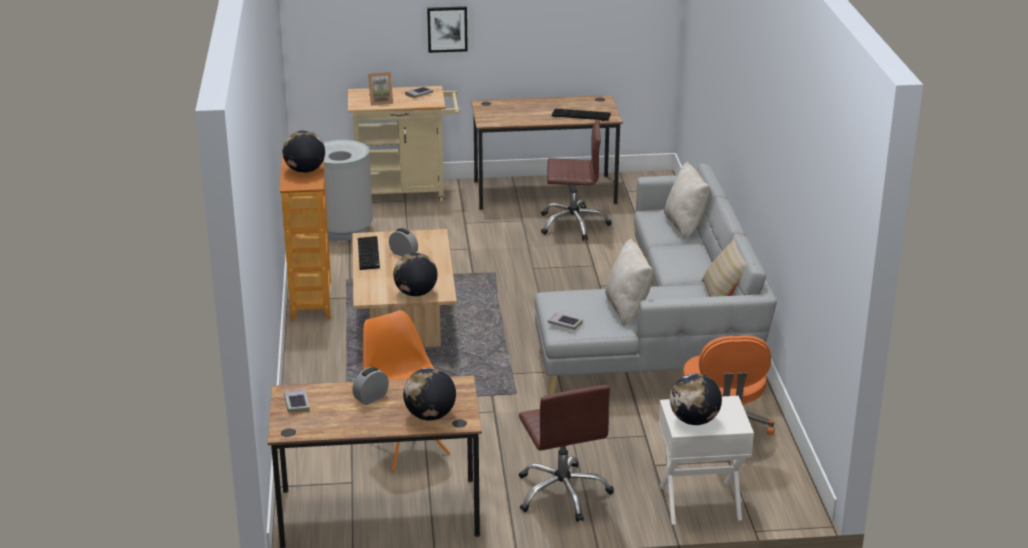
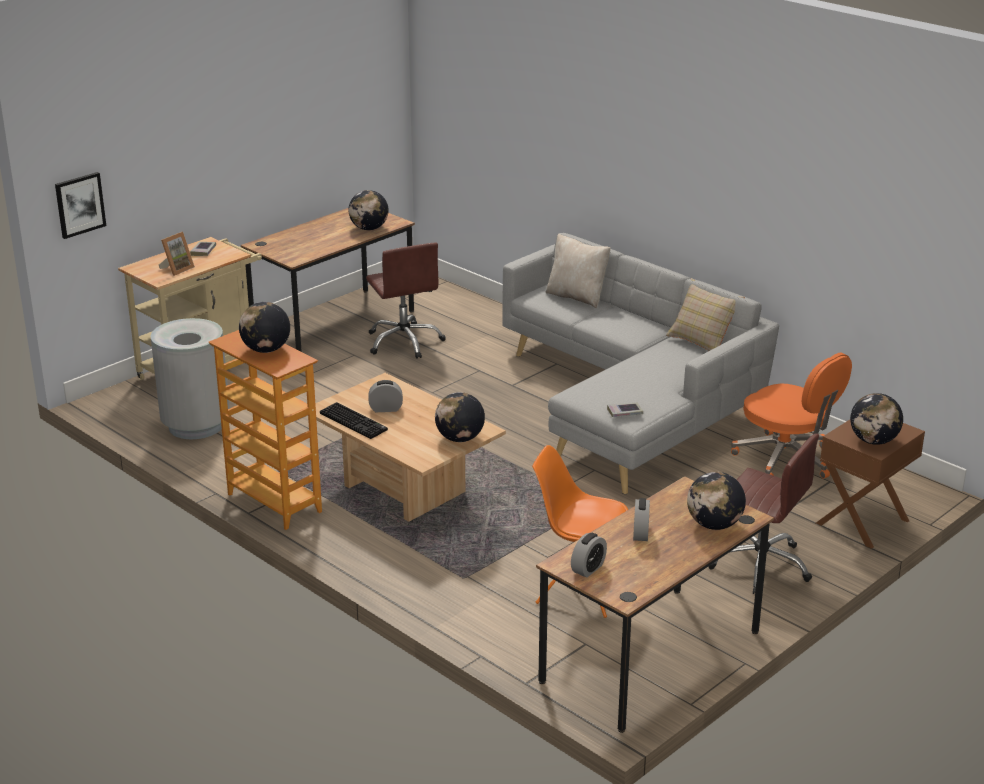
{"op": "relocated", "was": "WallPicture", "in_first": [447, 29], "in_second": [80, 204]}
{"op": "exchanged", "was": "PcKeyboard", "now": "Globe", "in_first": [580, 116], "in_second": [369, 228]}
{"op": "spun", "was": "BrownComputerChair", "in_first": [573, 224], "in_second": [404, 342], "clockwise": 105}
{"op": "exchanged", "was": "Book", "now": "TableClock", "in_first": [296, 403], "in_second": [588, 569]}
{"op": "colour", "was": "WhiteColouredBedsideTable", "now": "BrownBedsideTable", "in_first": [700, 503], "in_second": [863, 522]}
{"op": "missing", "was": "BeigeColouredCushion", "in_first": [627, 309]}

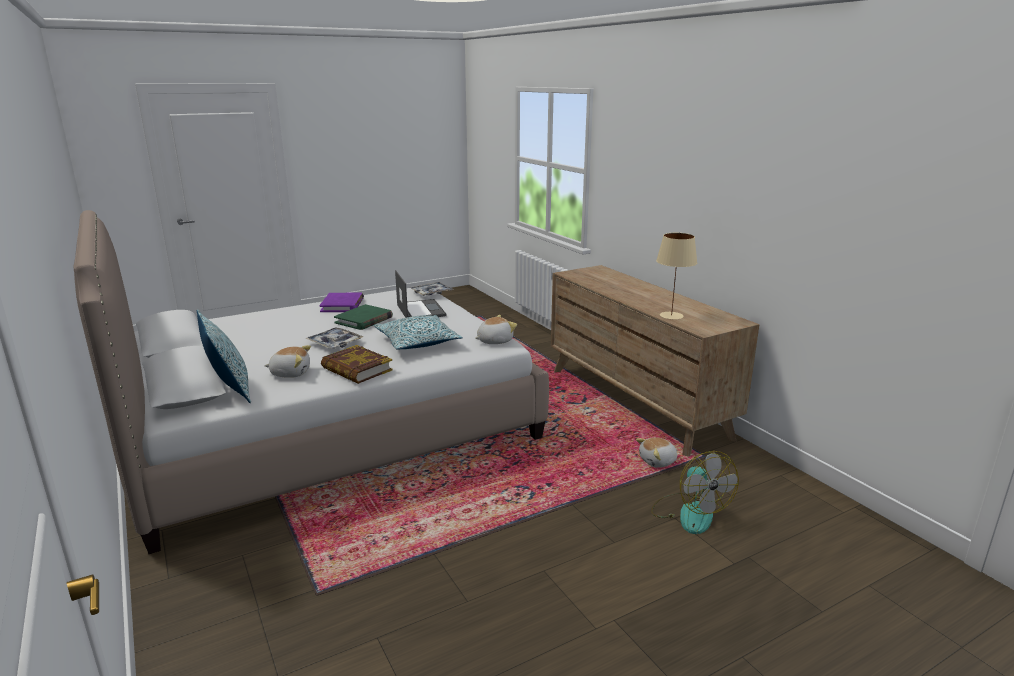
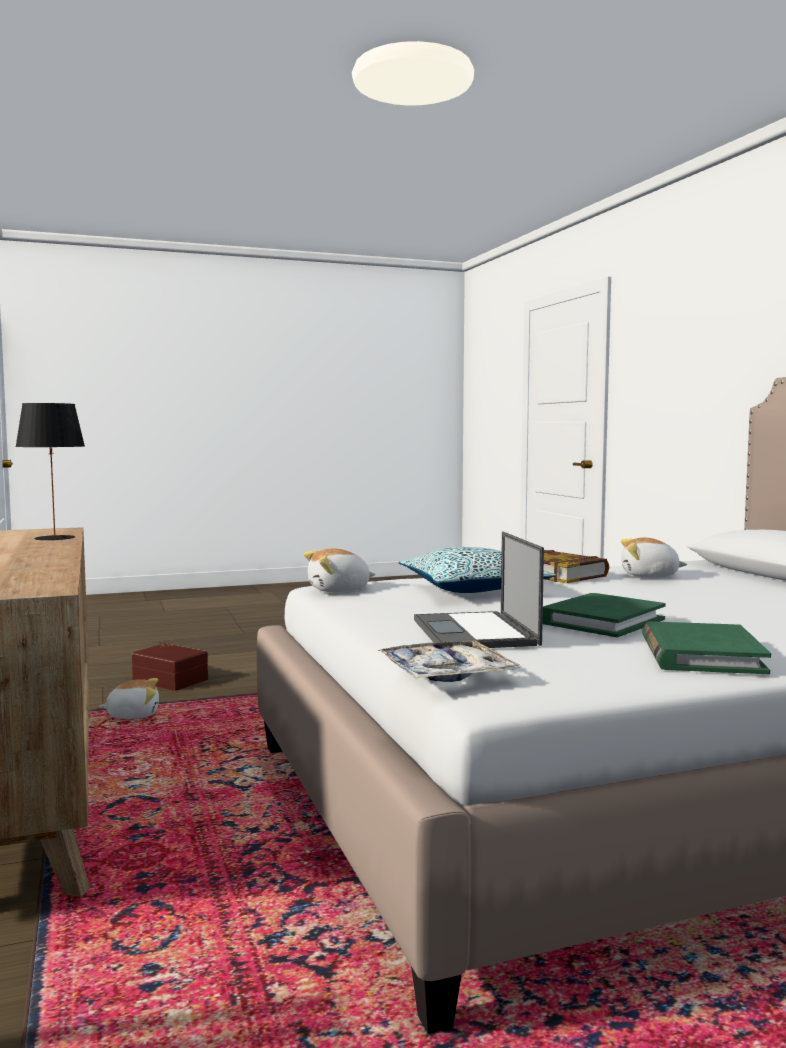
{"op": "colour", "was": "BeigeColouredTabletopLamp", "now": "BlackTabletopLamp", "in_first": [671, 315], "in_second": [55, 538]}
{"op": "exchanged", "was": "Fan", "now": "BrownStorageContainer", "in_first": [689, 513], "in_second": [171, 679]}
{"op": "colour", "was": "PurpleColouredBook", "now": "GreenColouredBook", "in_first": [342, 305], "in_second": [700, 655]}
{"op": "missing", "was": "Cushion", "in_first": [230, 389]}
{"op": "missing", "was": "Tray", "in_first": [334, 343]}

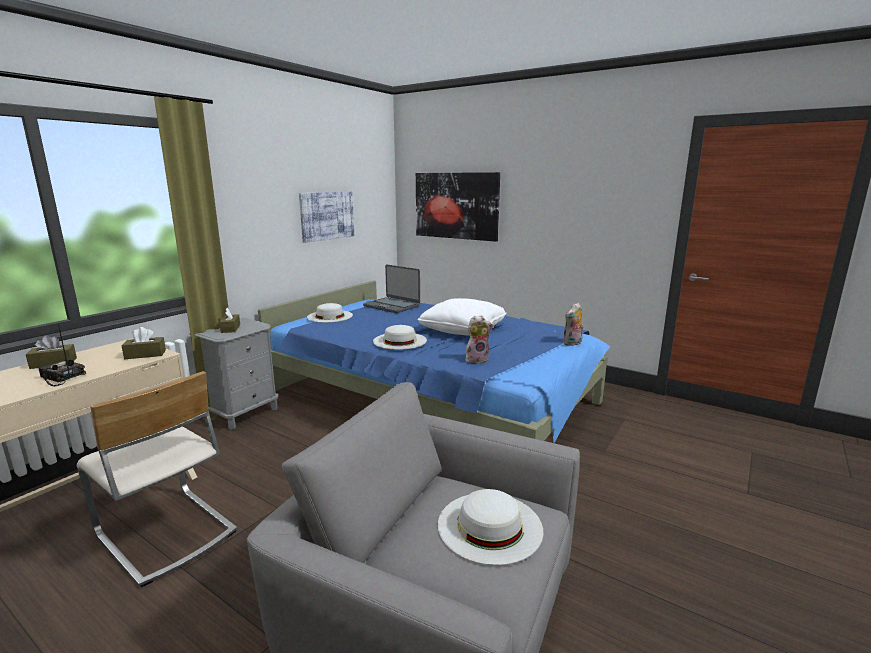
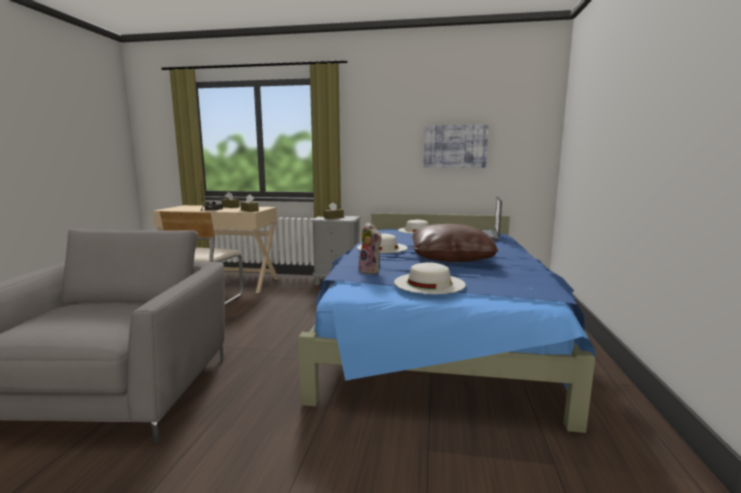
{"op": "relocated", "was": "WhiteColouredWearableHat", "in_first": [489, 526], "in_second": [429, 283]}
{"op": "colour", "was": "WhiteColouredCushion", "now": "BrownCushion", "in_first": [463, 330], "in_second": [450, 258]}
{"op": "missing", "was": "WallPicture", "in_first": [456, 205]}
{"op": "missing", "was": "CuddlyToy", "in_first": [572, 343]}

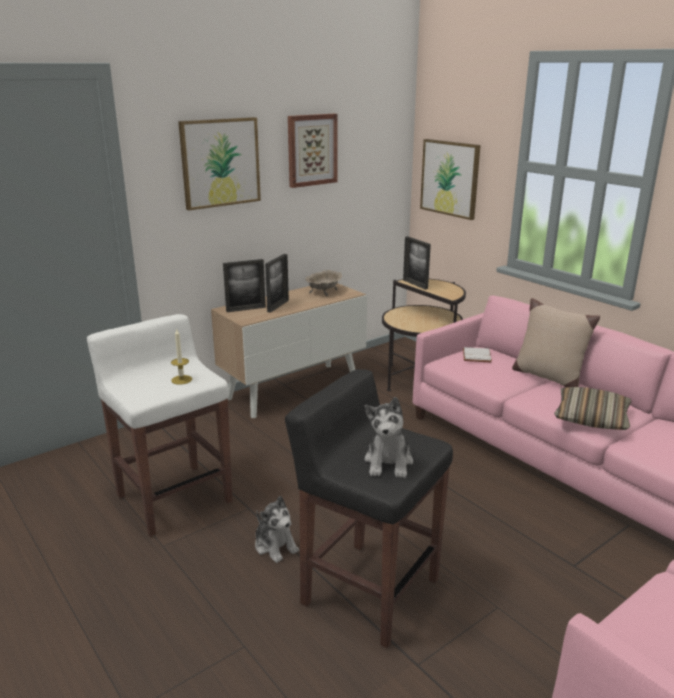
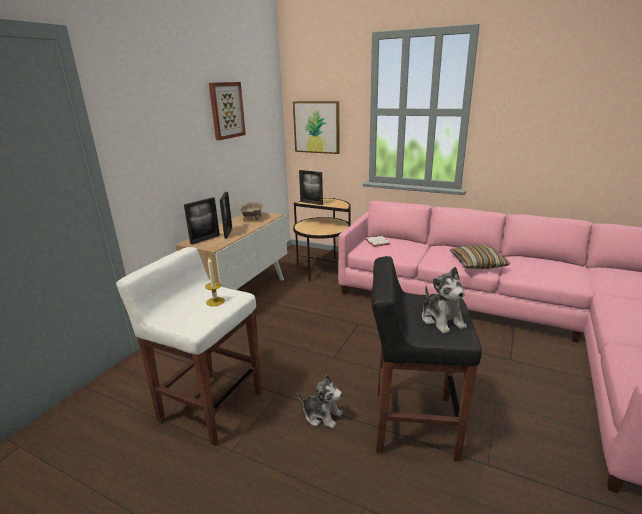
{"op": "missing", "was": "WallPicture", "in_first": [220, 162]}
{"op": "missing", "was": "BeigeColouredCushion", "in_first": [548, 377]}

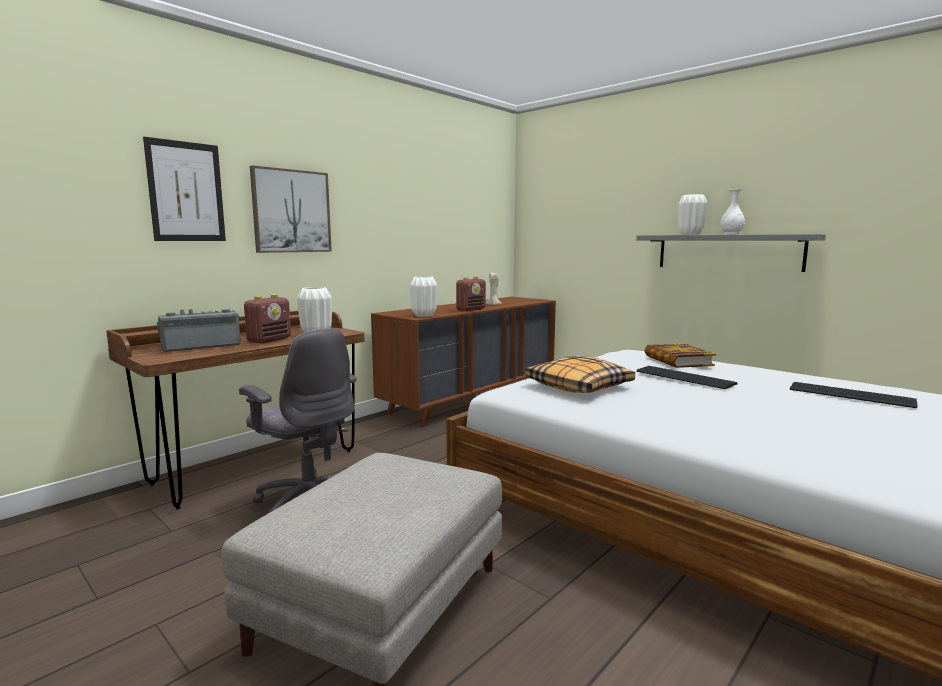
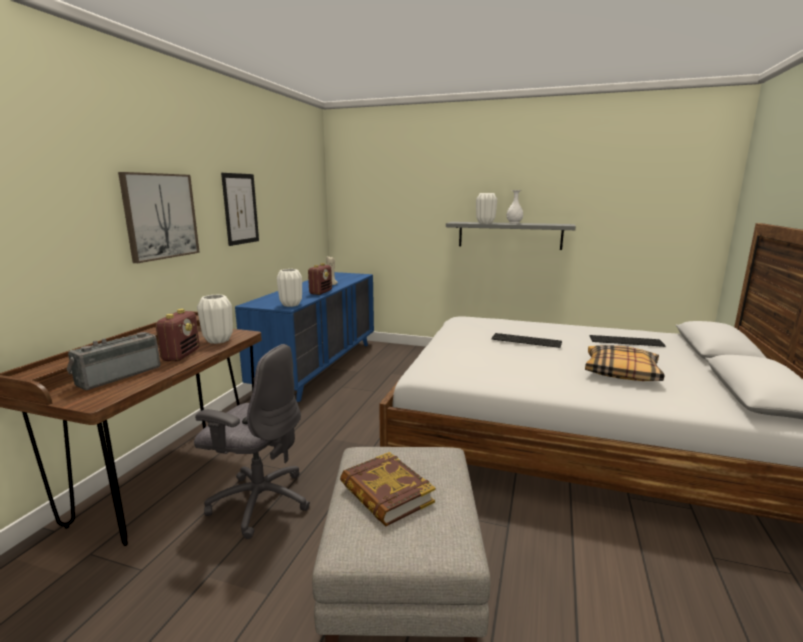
{"op": "relocated", "was": "WallPicture", "in_first": [186, 192], "in_second": [240, 209]}
{"op": "colour", "was": "BrownDrawerChest", "now": "BluishDrawerChest", "in_first": [472, 398], "in_second": [319, 366]}
{"op": "relocated", "was": "Book", "in_first": [677, 361], "in_second": [386, 494]}
{"op": "relocated", "was": "Cushion", "in_first": [578, 387], "in_second": [621, 372]}

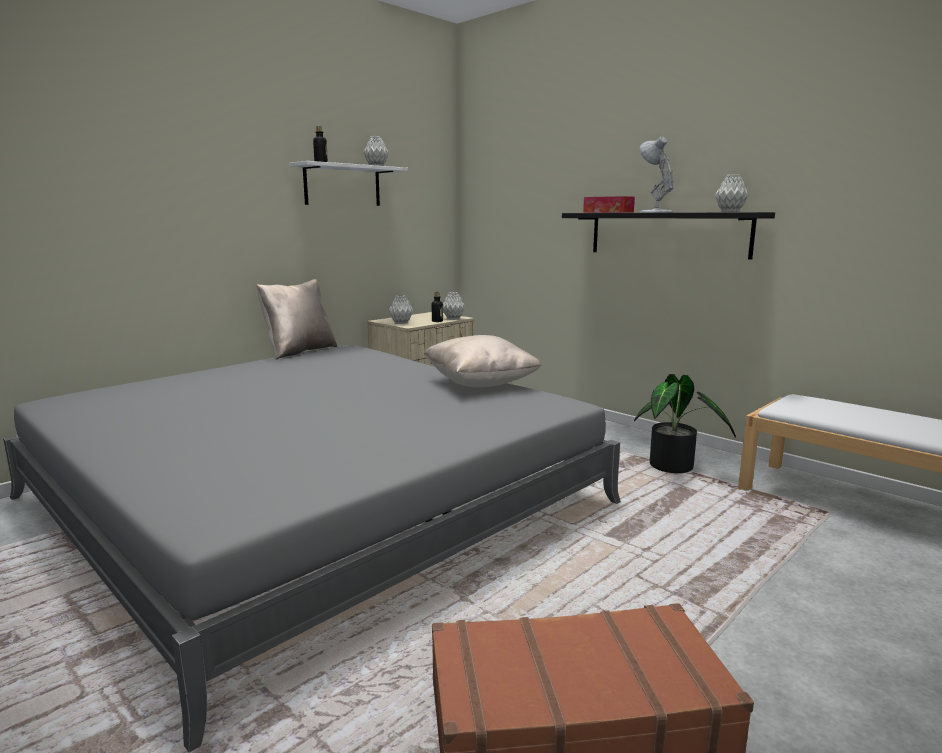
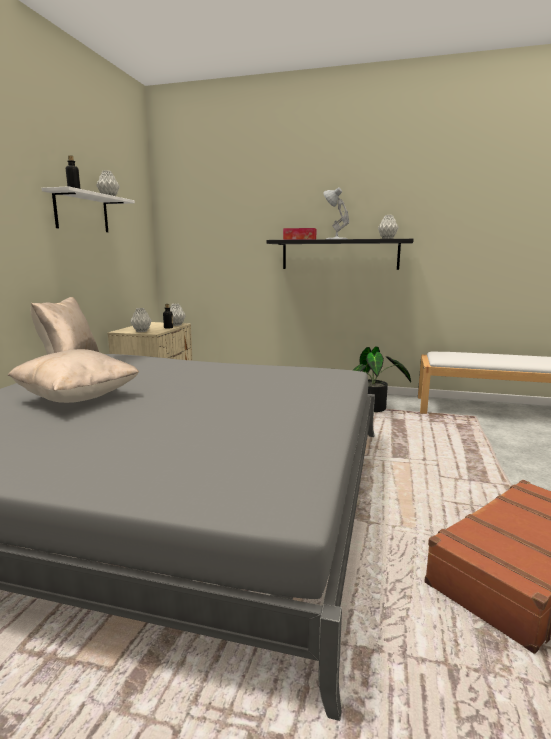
{"op": "relocated", "was": "BeigeColouredCushion", "in_first": [480, 384], "in_second": [77, 398]}

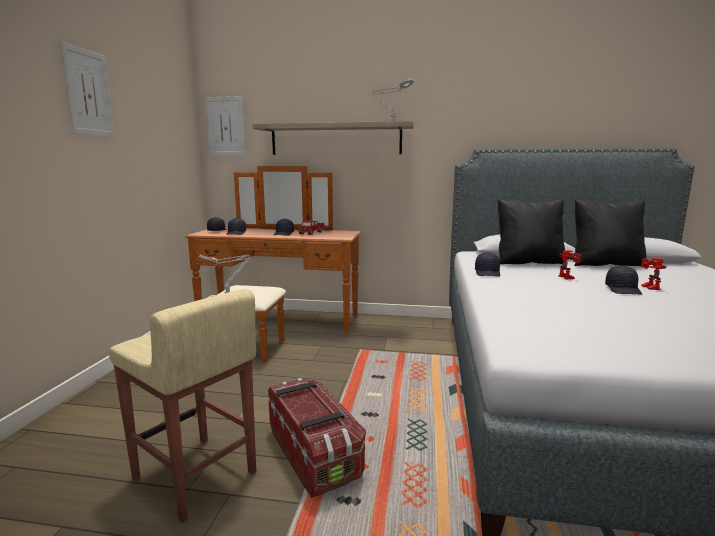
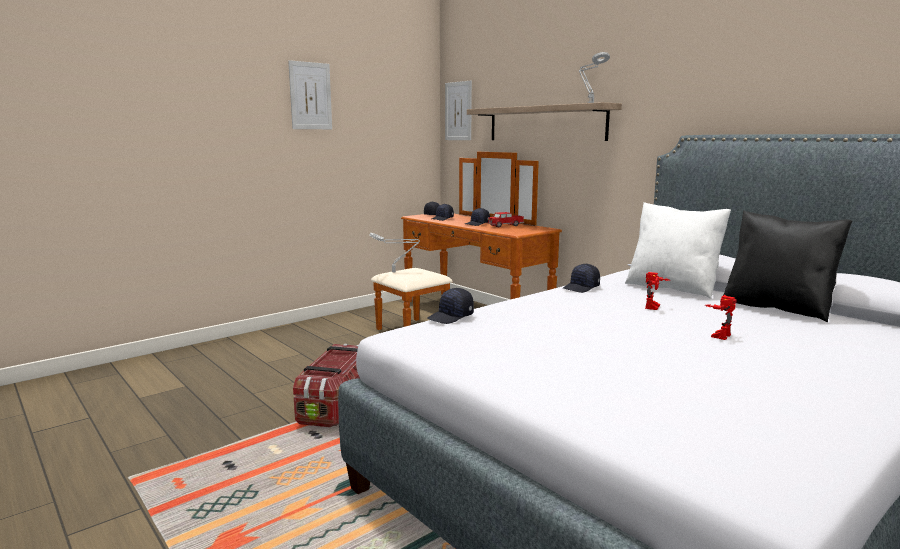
{"op": "relocated", "was": "BlackBaseballCap", "in_first": [623, 290], "in_second": [451, 317]}
{"op": "colour", "was": "BlackCushion", "now": "WhiteColouredCushion", "in_first": [528, 262], "in_second": [672, 288]}
{"op": "missing", "was": "BeigeColouredStool", "in_first": [195, 476]}

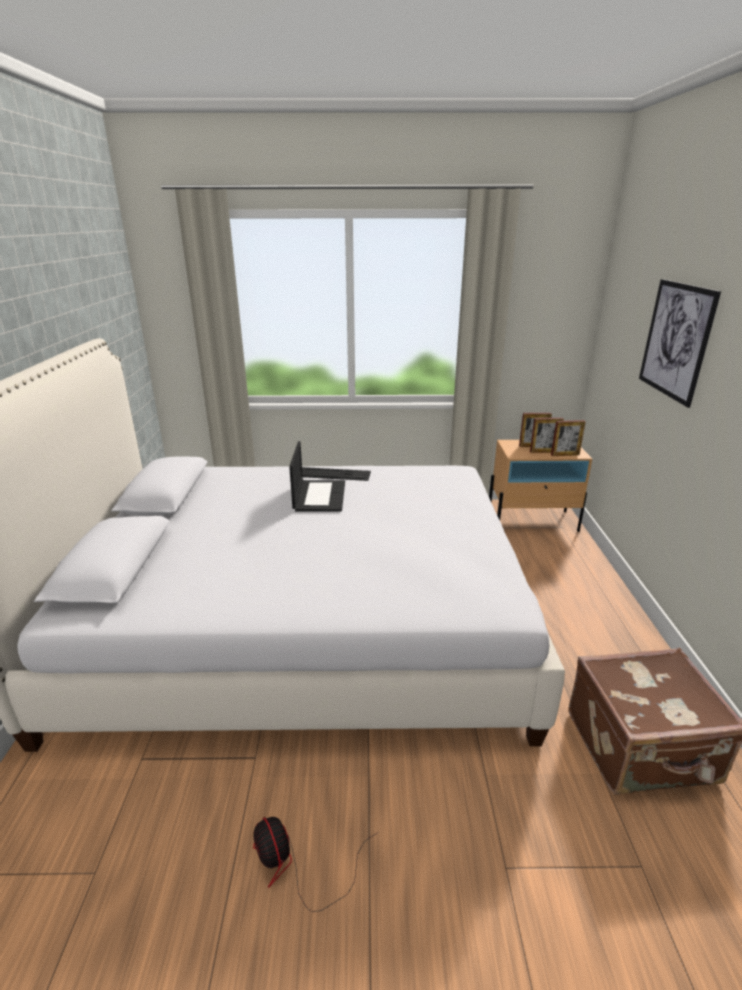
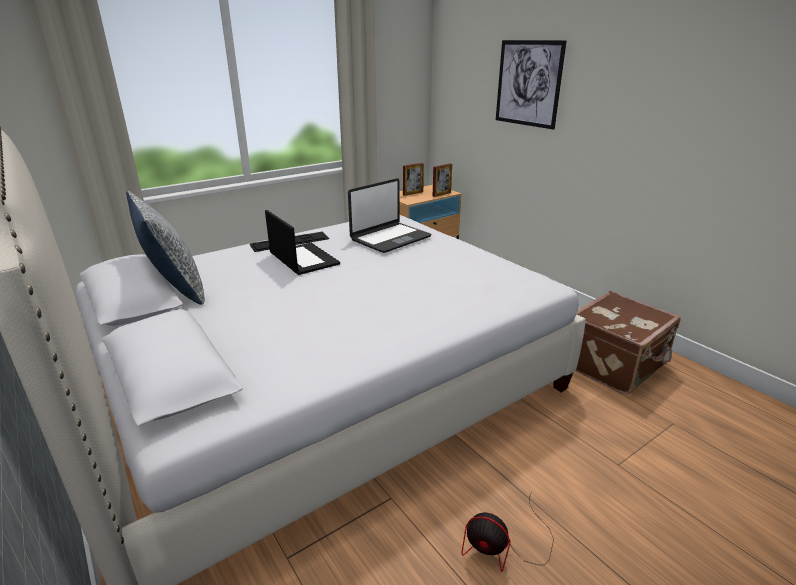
{"op": "appeared", "now": "Cushion", "in_second": [174, 288]}
{"op": "appeared", "now": "Laptop", "in_second": [390, 238]}
{"op": "missing", "was": "StandingFrame", "in_first": [544, 451]}

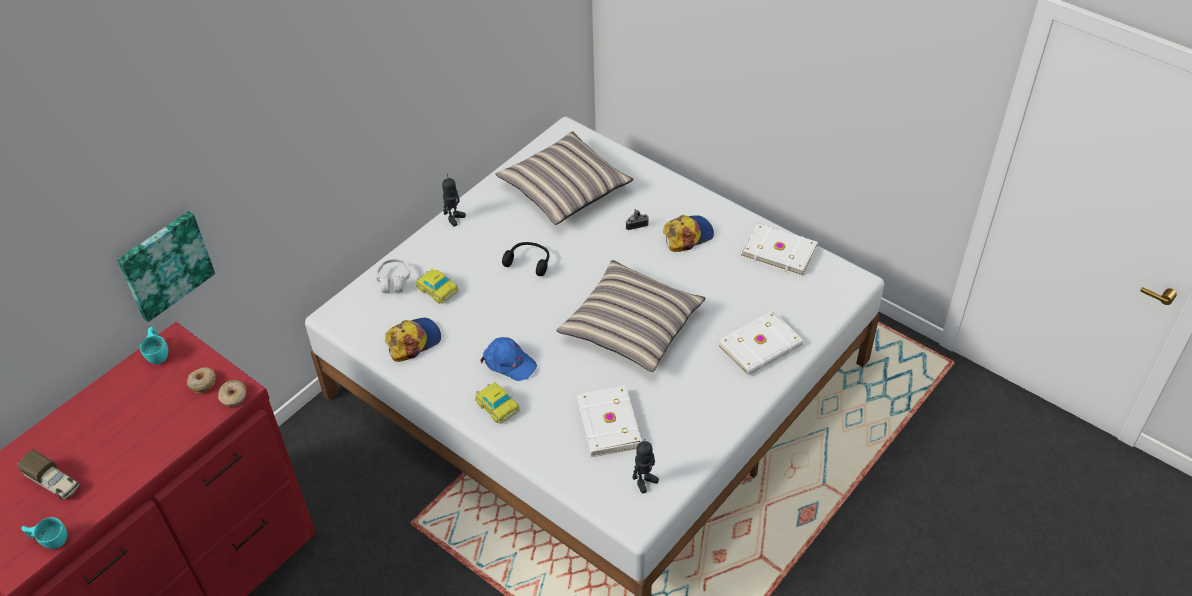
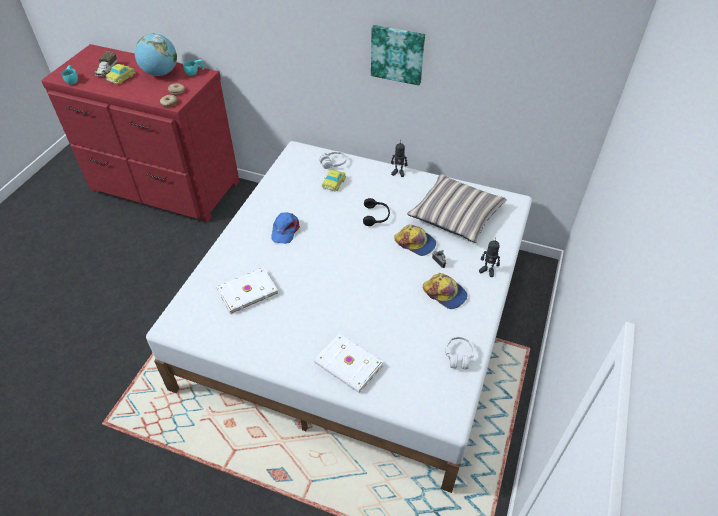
{"op": "relocated", "was": "ModelCar", "in_first": [497, 405], "in_second": [122, 77]}
{"op": "appeared", "now": "Globe", "in_second": [160, 73]}
{"op": "relocated", "was": "WallPicture", "in_first": [165, 264], "in_second": [397, 54]}
{"op": "relocated", "was": "BaseballCap", "in_first": [413, 341], "in_second": [415, 243]}
{"op": "exchanged", "was": "WhiteColouredBook", "now": "WhiteColouredHeadphones", "in_first": [779, 250], "in_second": [458, 356]}
{"op": "relocated", "was": "ModelRobot", "in_first": [644, 481], "in_second": [487, 270]}
{"op": "missing", "was": "Cushion", "in_first": [631, 325]}

